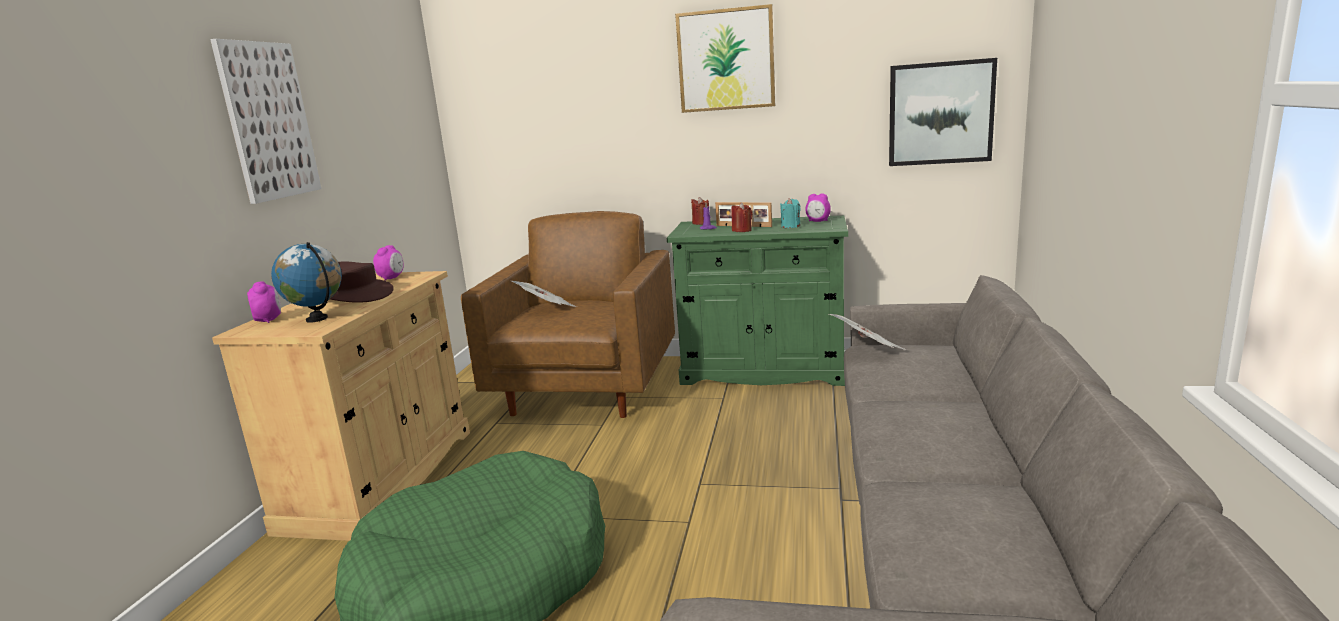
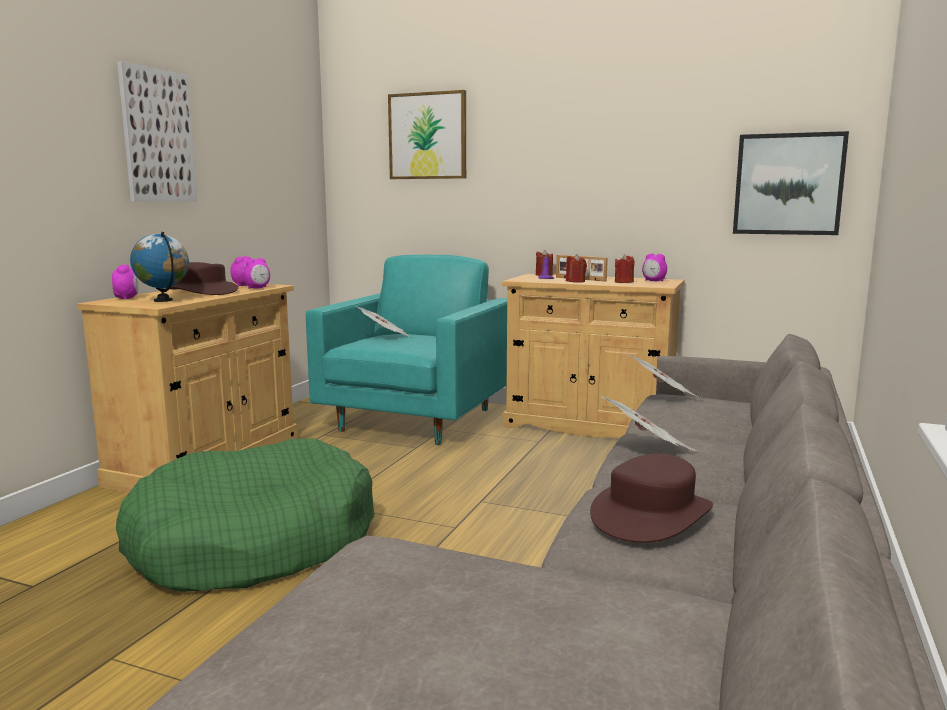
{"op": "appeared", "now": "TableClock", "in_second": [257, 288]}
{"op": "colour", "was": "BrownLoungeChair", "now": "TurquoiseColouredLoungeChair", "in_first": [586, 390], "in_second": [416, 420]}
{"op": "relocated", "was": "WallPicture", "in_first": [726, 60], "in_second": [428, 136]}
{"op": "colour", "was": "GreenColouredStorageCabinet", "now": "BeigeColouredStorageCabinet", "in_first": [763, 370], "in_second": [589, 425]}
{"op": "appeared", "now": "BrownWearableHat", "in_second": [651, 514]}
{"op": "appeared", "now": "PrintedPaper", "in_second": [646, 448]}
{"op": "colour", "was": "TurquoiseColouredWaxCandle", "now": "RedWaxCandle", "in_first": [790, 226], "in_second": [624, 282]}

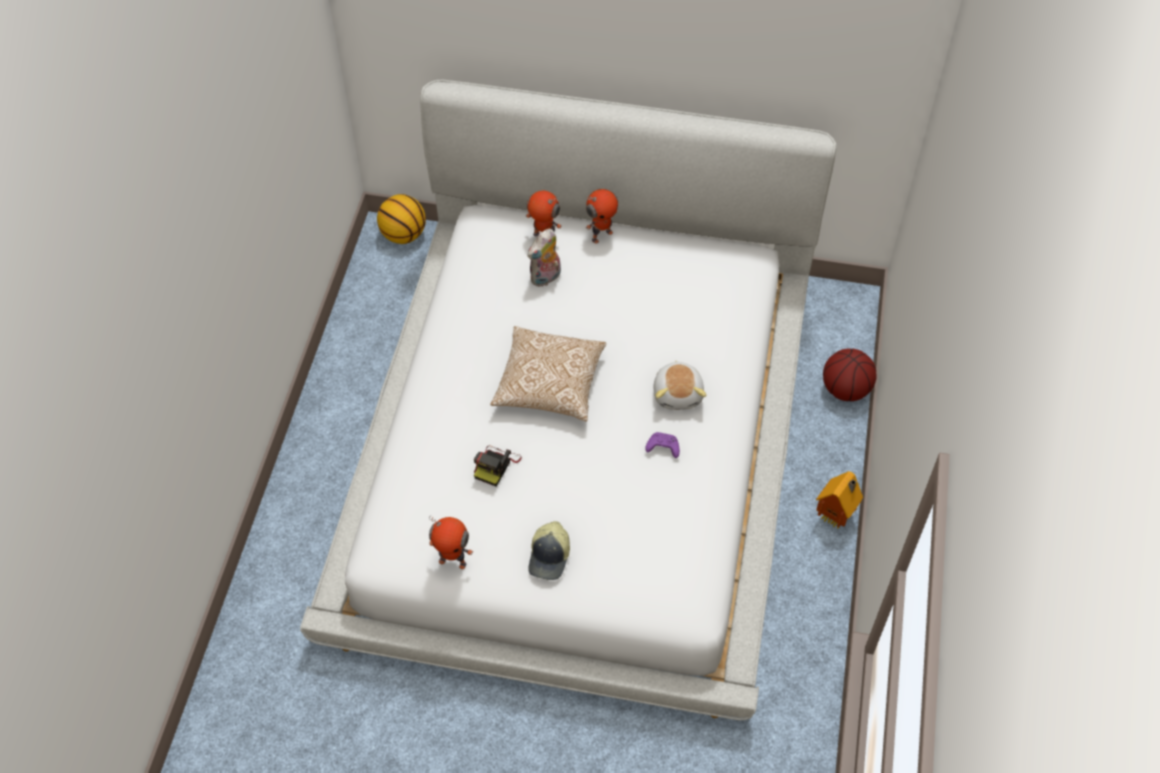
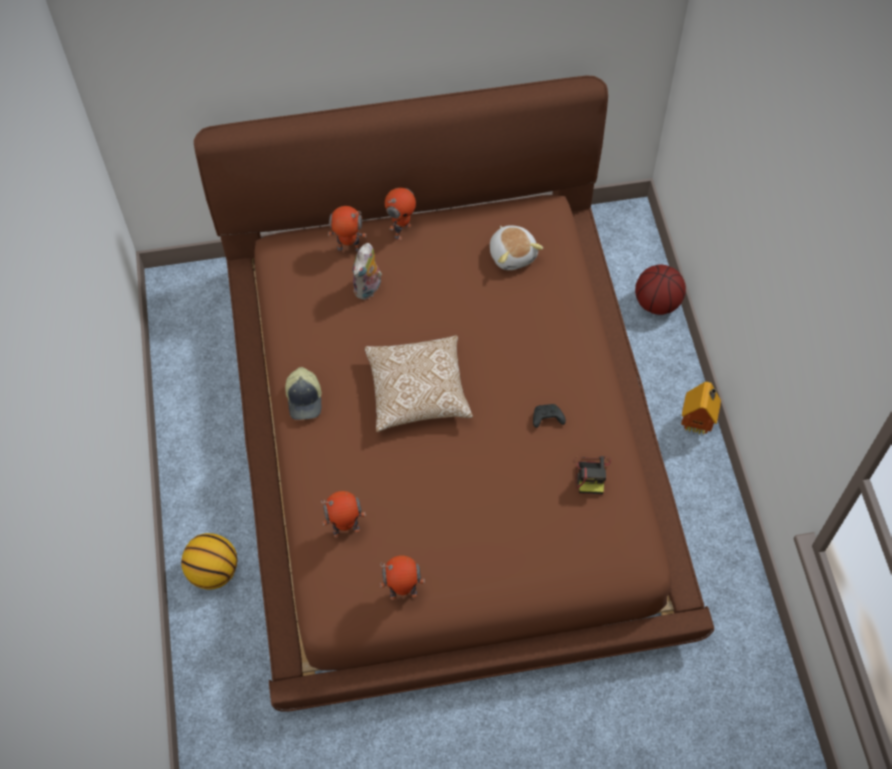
{"op": "relocated", "was": "Basketball", "in_first": [403, 234], "in_second": [213, 571]}
{"op": "colour", "was": "WhiteColouredSleepingBed", "now": "BrownSleepingBed", "in_first": [580, 450], "in_second": [446, 439]}
{"op": "relocated", "was": "BaseballCap", "in_first": [550, 556], "in_second": [305, 399]}
{"op": "appeared", "now": "ModelRobot", "in_second": [346, 529]}
{"op": "relocated", "was": "CuddlyToy", "in_first": [678, 393], "in_second": [513, 254]}
{"op": "colour", "was": "PurpleColouredGameController", "now": "BlackGameController", "in_first": [662, 448], "in_second": [546, 419]}
{"op": "relocated", "was": "StillCamera", "in_first": [496, 465], "in_second": [591, 474]}

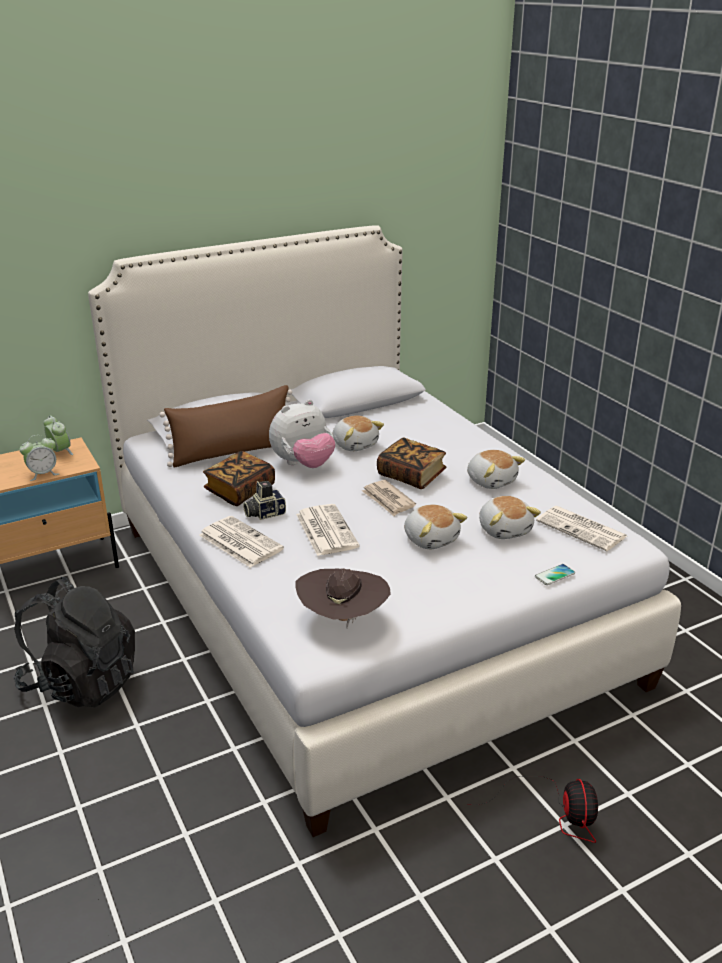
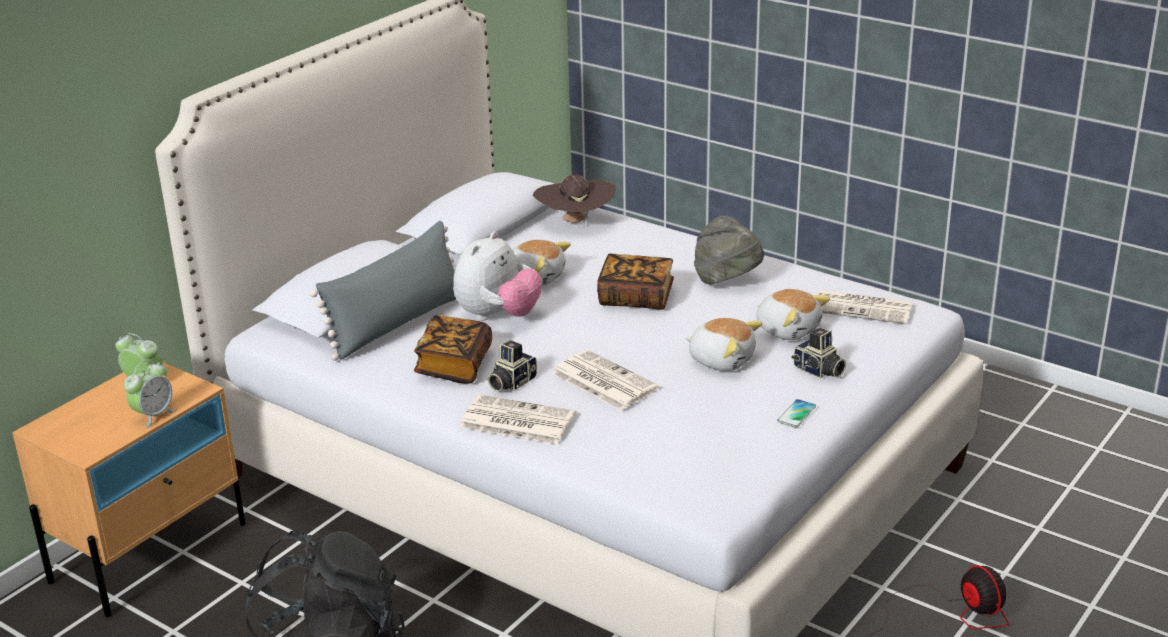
{"op": "colour", "was": "BrownCushion", "now": "GreyCushion", "in_first": [233, 453], "in_second": [397, 324]}
{"op": "relocated", "was": "BrownWearableHat", "in_first": [343, 619], "in_second": [575, 222]}
{"op": "exchanged", "was": "CuddlyToy", "now": "GreyWearableHat", "in_first": [491, 481], "in_second": [727, 281]}
{"op": "relocated", "was": "Telephone", "in_first": [554, 575], "in_second": [796, 414]}
{"op": "appeared", "now": "StillCamera", "in_second": [818, 371]}
{"op": "missing", "was": "PrintedPaper", "in_first": [388, 500]}

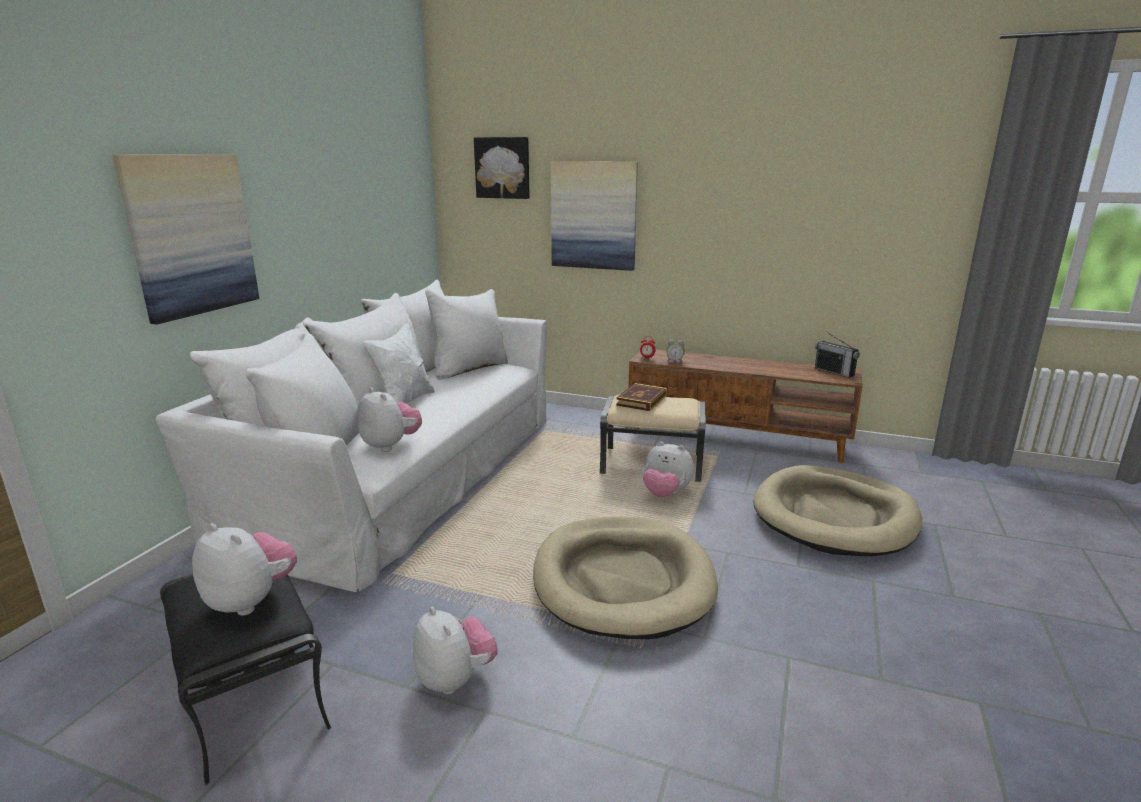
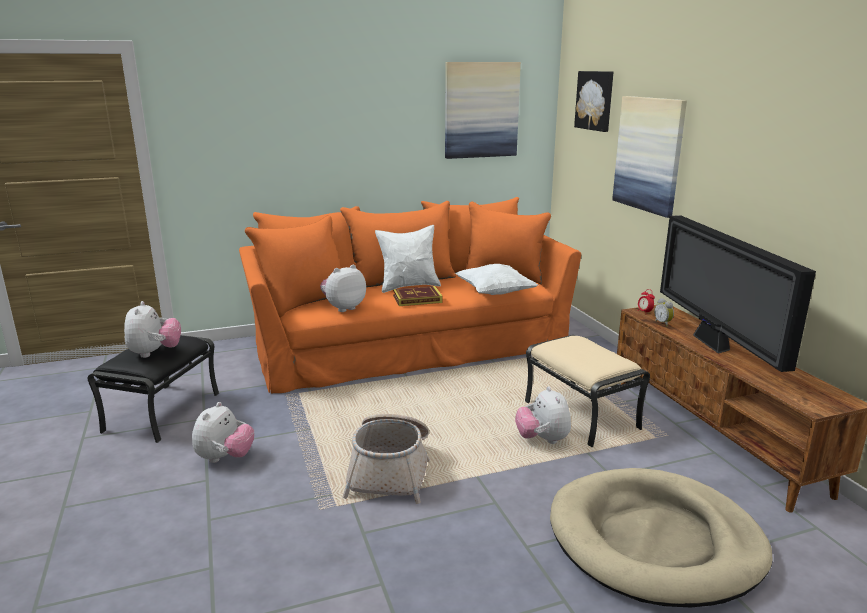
{"op": "colour", "was": "WhiteColouredCouch", "now": "OrangeColouredCouch", "in_first": [405, 473], "in_second": [409, 343]}
{"op": "spun", "was": "CuddlyToy", "in_first": [391, 445], "in_second": [343, 308], "clockwise": -135}
{"op": "exchanged", "was": "BeigeColouredPetBed", "now": "StorageBasket", "in_first": [622, 580], "in_second": [391, 471]}
{"op": "relocated", "was": "Book", "in_first": [641, 400], "in_second": [417, 299]}
{"op": "relocated", "was": "WallPicture", "in_first": [191, 235], "in_second": [481, 110]}
{"op": "appeared", "now": "WhiteColouredCushion", "in_second": [494, 293]}
{"op": "appeared", "now": "Television", "in_second": [712, 345]}
{"op": "missing", "was": "Radio", "in_first": [834, 372]}

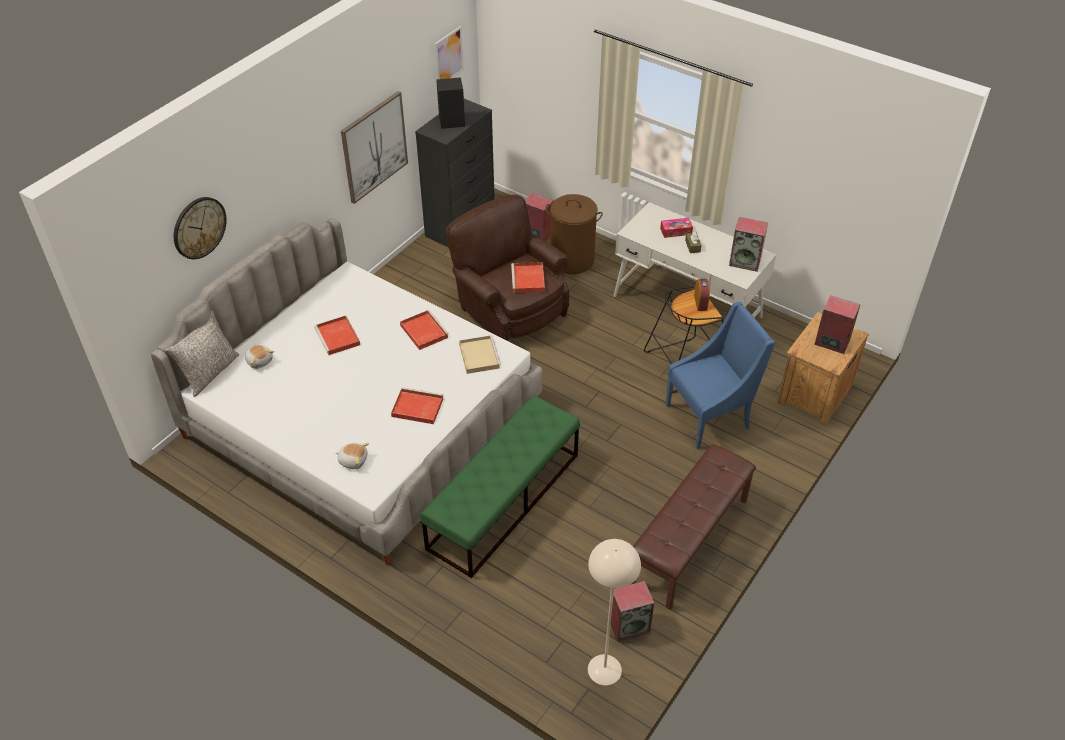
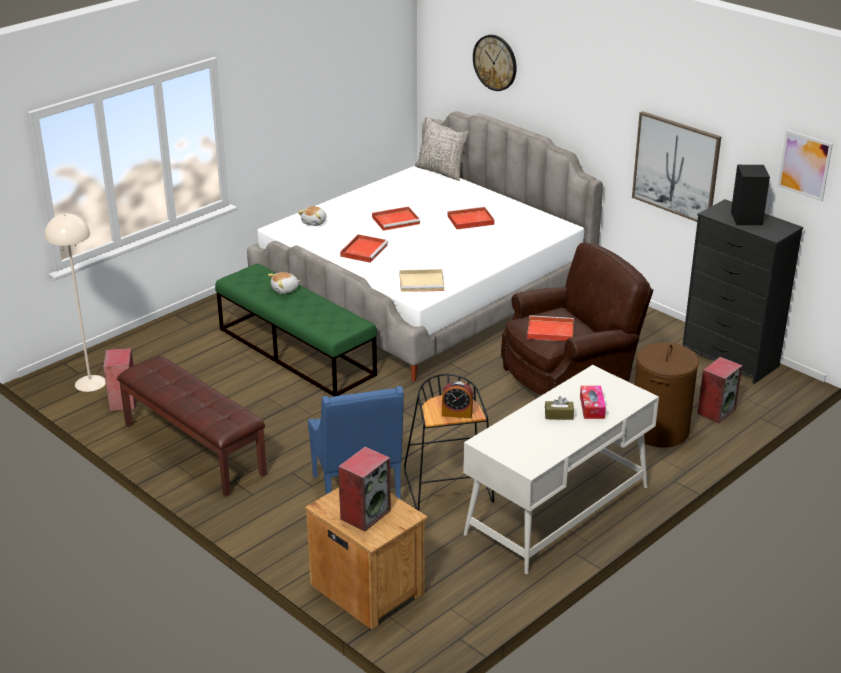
{"op": "relocated", "was": "CuddlyToy", "in_first": [259, 361], "in_second": [285, 290]}
{"op": "relocated", "was": "RedTray", "in_first": [423, 331], "in_second": [396, 220]}
{"op": "missing", "was": "AudioSpeaker", "in_first": [745, 261]}

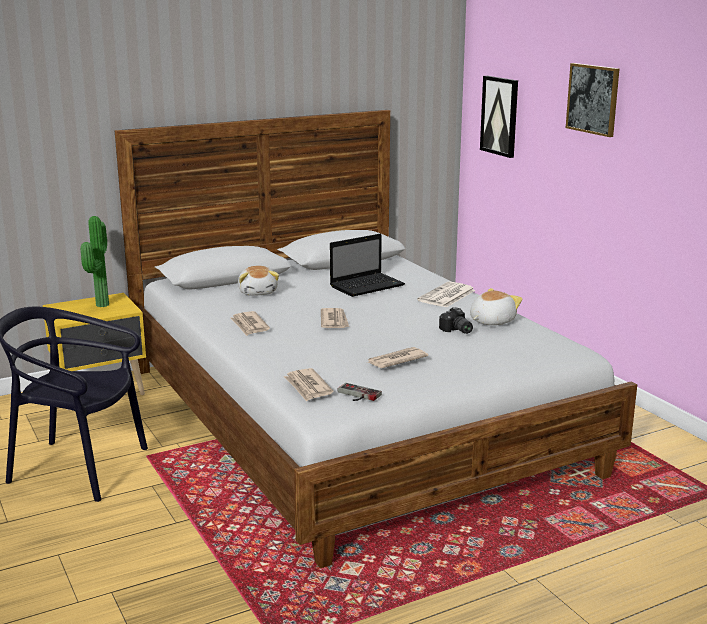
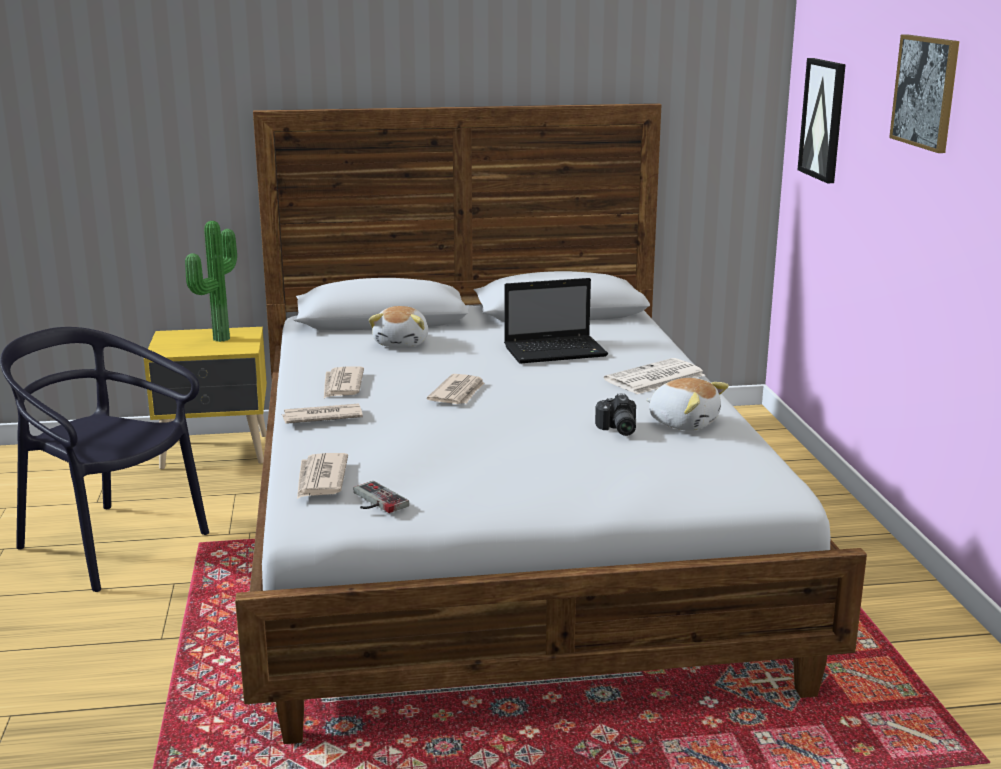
{"op": "relocated", "was": "PrintedPaper", "in_first": [396, 360], "in_second": [321, 417]}
{"op": "spun", "was": "CuddlyToy", "in_first": [491, 321], "in_second": [683, 422], "clockwise": 60}

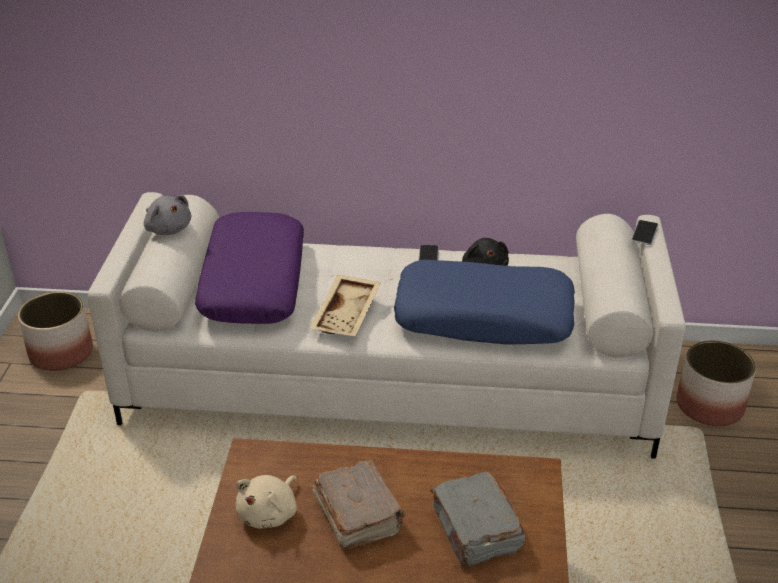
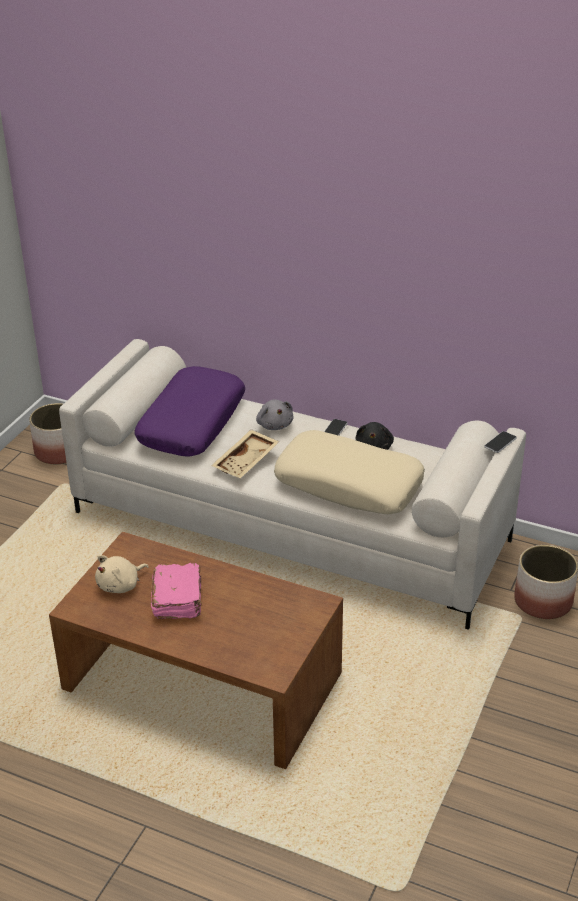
{"op": "colour", "was": "BrownBook", "now": "PinkishBook", "in_first": [358, 514], "in_second": [178, 600]}
{"op": "relocated", "was": "GreyCuddlyToy", "in_first": [168, 229], "in_second": [274, 424]}
{"op": "colour", "was": "BluishCushion", "now": "BeigeColouredCushion", "in_first": [484, 317], "in_second": [349, 484]}
{"op": "missing", "was": "GreyBook", "in_first": [475, 531]}

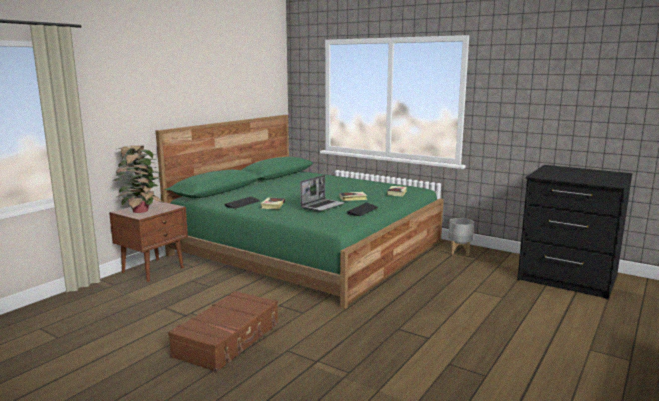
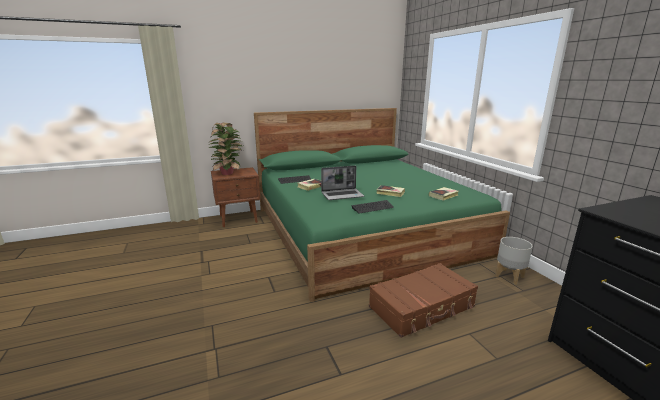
{"op": "relocated", "was": "BrownPieceOfLuggage", "in_first": [228, 340], "in_second": [422, 307]}

